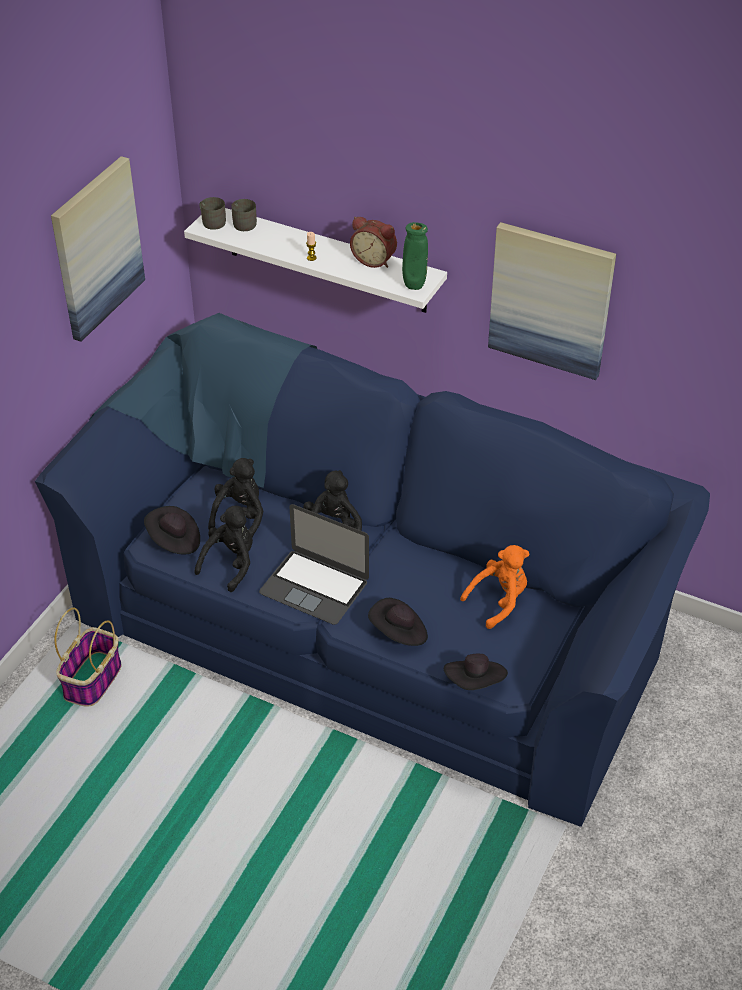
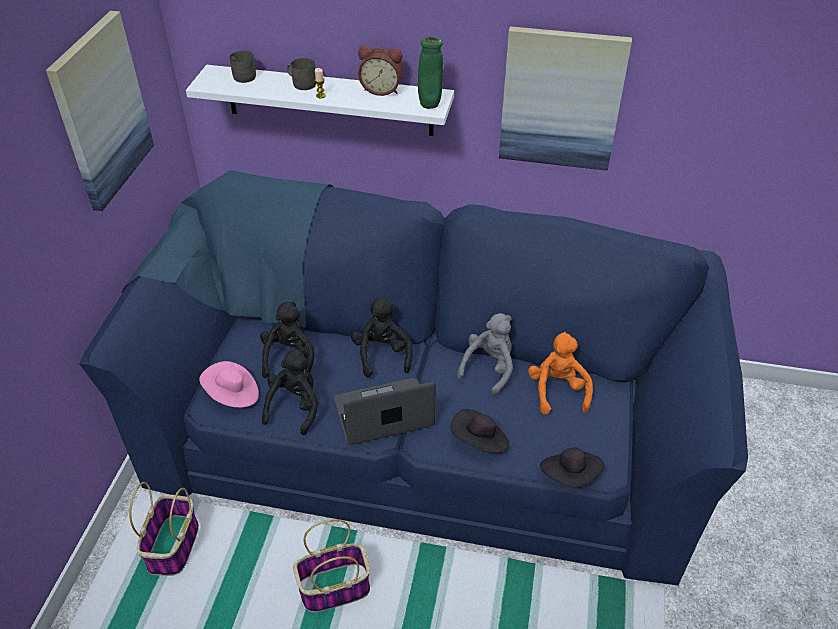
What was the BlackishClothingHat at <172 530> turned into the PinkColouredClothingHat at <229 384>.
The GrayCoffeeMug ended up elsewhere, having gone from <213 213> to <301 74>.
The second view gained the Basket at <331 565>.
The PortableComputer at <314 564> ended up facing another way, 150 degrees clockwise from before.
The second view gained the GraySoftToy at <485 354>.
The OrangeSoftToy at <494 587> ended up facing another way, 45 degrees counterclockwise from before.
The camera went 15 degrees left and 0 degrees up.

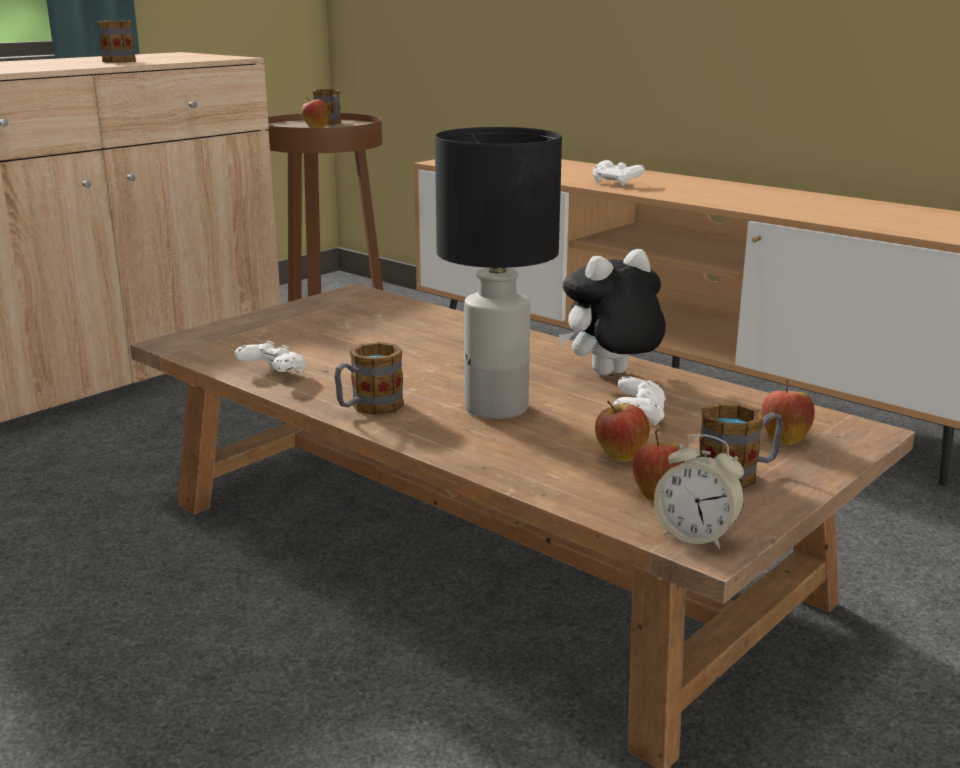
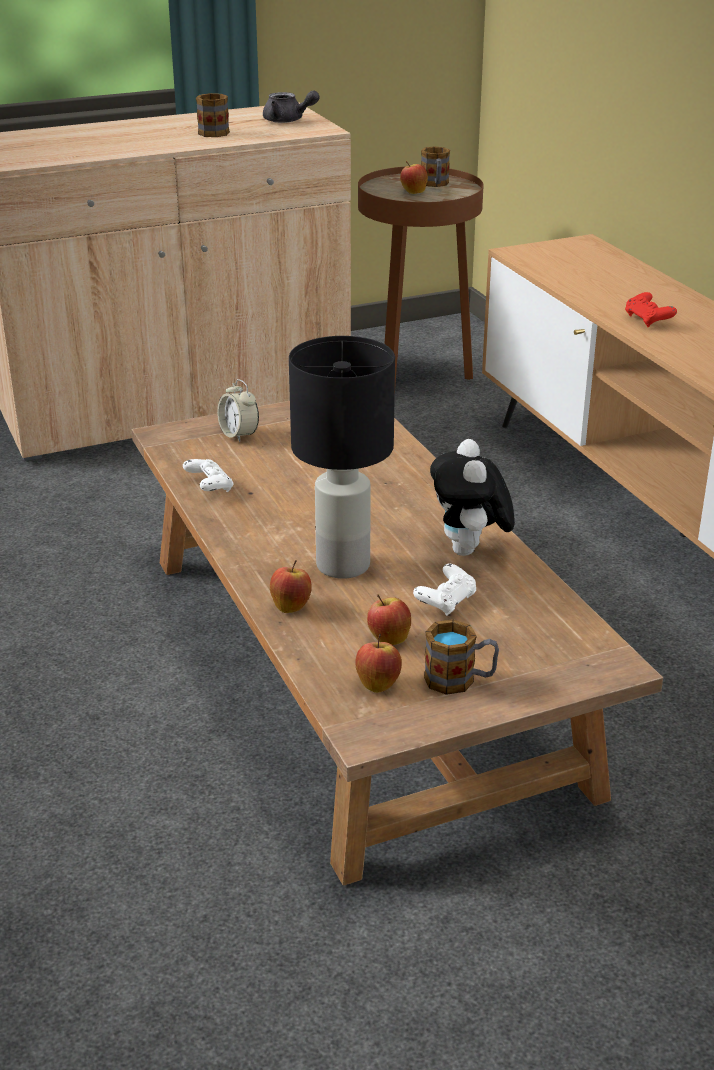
The TableClock ended up elsewhere, having gone from <699 491> to <238 410>.
The second view gained the GrayPotForTea at <291 107>.
The Apple ended up elsewhere, having gone from <788 412> to <291 586>.
The SoftToy at <612 312> ended up facing another way, 90 degrees counterclockwise from before.
What was the WhiteJoypad at <619 173> turned into the RedJoypad at <651 309>.
The second view lost the CoffeeMug at <369 378>.
The camera went 25 degrees right and 10 degrees up.

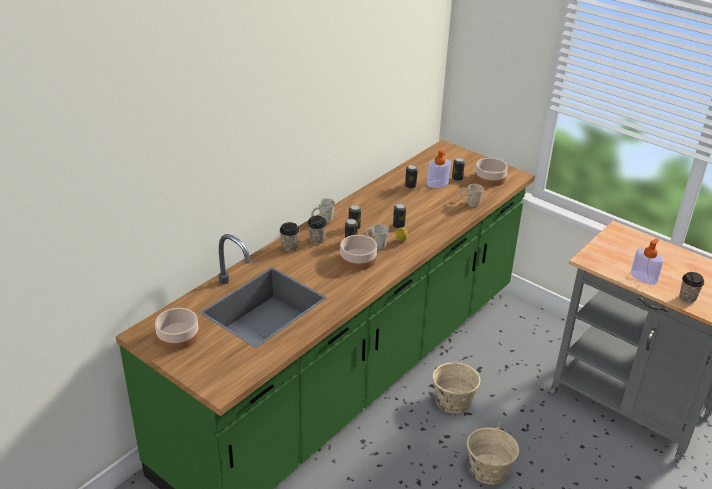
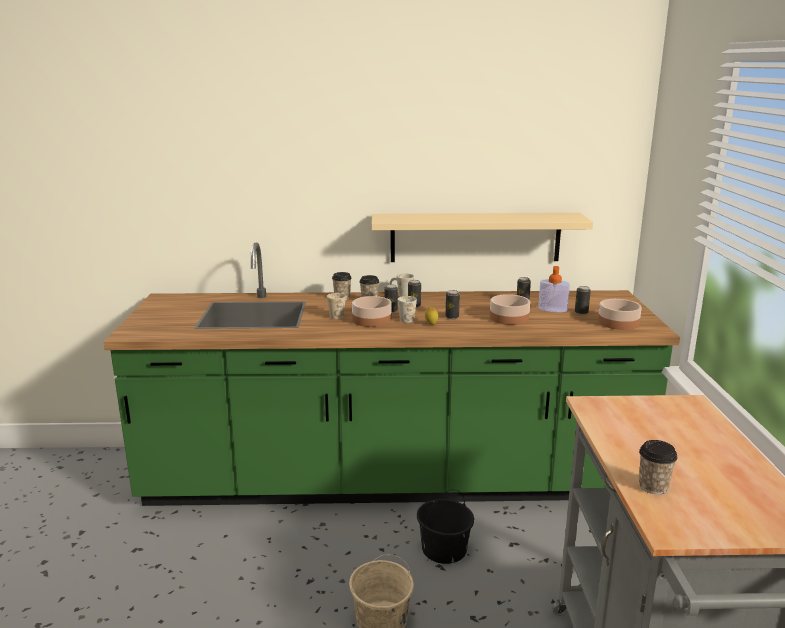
The BeigeCoffeeMug ended up elsewhere, having gone from <471 195> to <336 306>.
The second view gained the BeigeWallShelf at <482 237>.
What was the BeigeWaterBucket at <456 384> turned into the BlackishWaterBucket at <445 526>.
The Bowl ended up elsewhere, having gone from <177 329> to <510 309>.
The second view lost the SoapDispenser at <647 261>.
The camera went 50 degrees right and 15 degrees down.

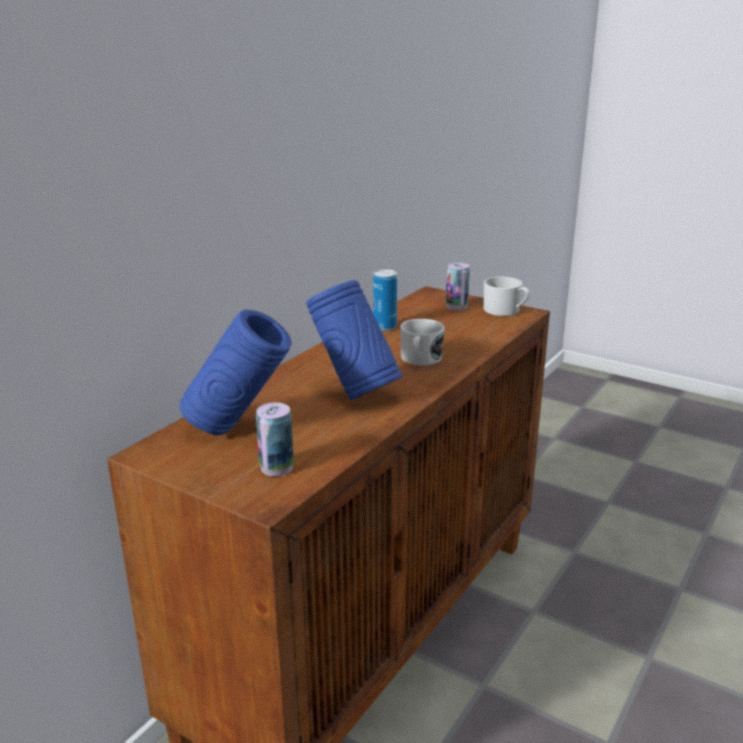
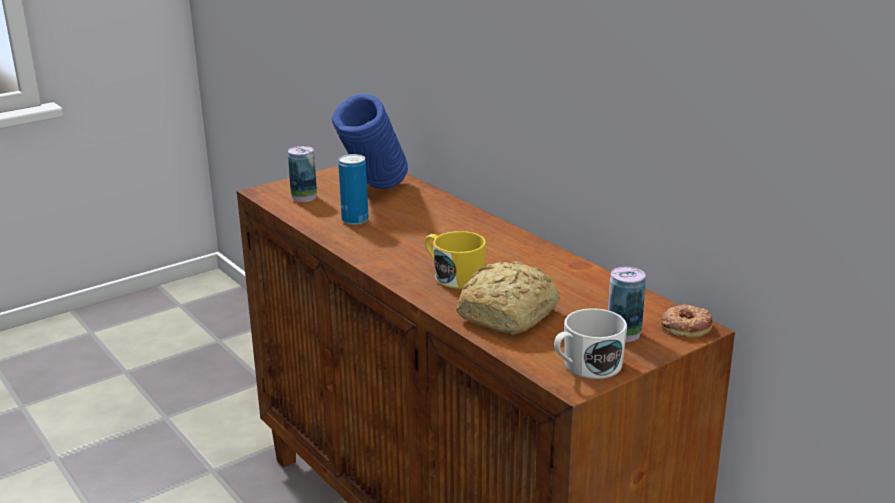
The SealedCan ended up elsewhere, having gone from <385 300> to <353 189>.
What was the WhiteCoffeeMug at <422 342> turned into the YellowColouredCoffeeMug at <455 260>.
The second view gained the BakeryBread at <508 298>.
The second view gained the Donut at <687 321>.
The second view lost the BluishFlowerVase at <354 340>.
The camera went 110 degrees right and 0 degrees up.

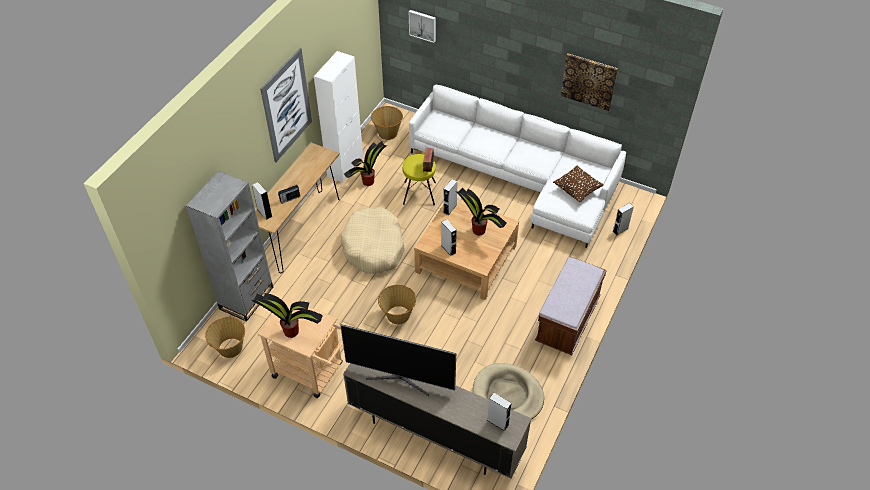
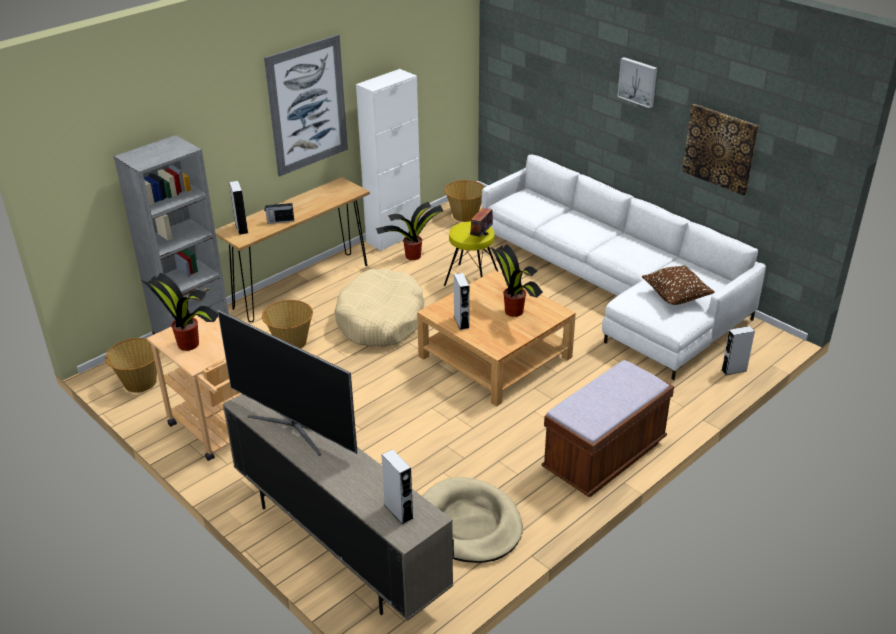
The Basket ended up elsewhere, having gone from <397 305> to <287 324>.
The Picture ended up elsewhere, having gone from <422 26> to <637 82>.
The second view lost the GrayAudioSpeaker at <450 197>.
The camera went 20 degrees right and 15 degrees down.

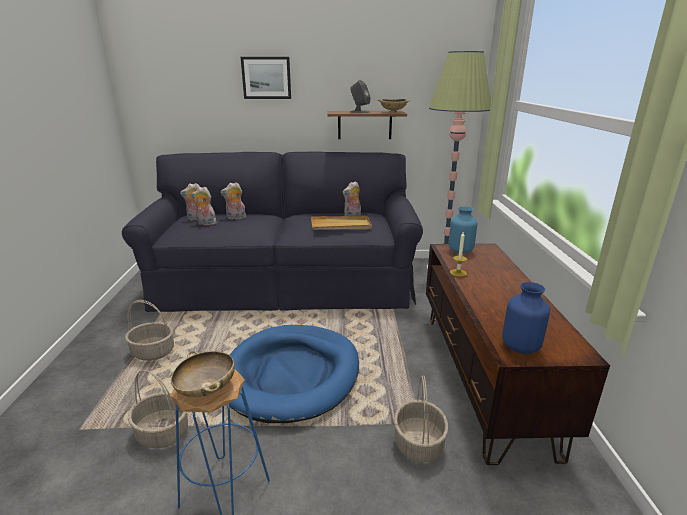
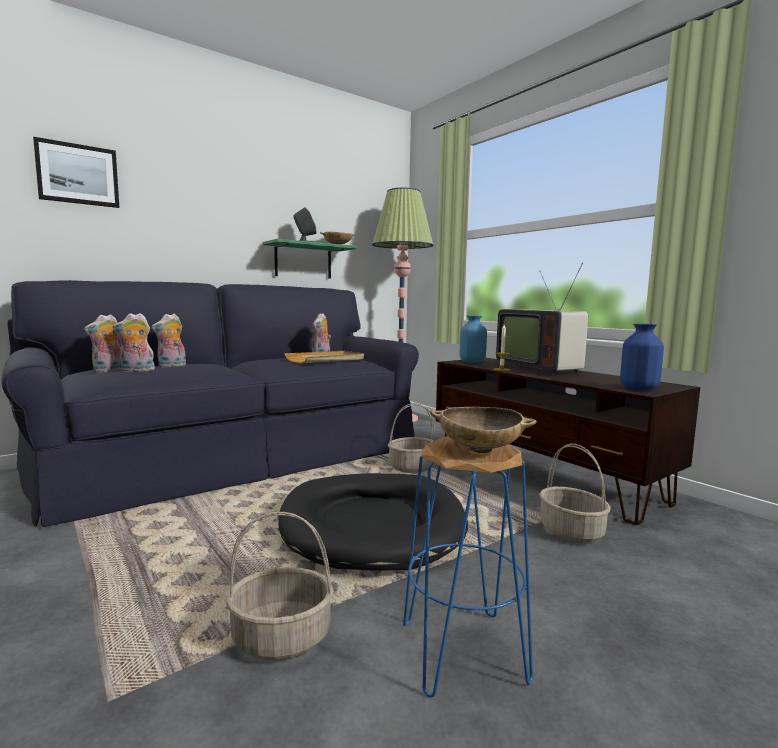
The Picture ended up elsewhere, having gone from <266 78> to <76 172>.
What was the BrownishWallShelf at <367 125> turned into the GreenishWallShelf at <310 259>.
What was the BluishPetBed at <294 374> turned into the BlackishPetBed at <373 522>.
The Basket ended up elsewhere, having gone from <149 330> to <411 438>.
The second view gained the TvSet at <542 319>.
The camera went 35 degrees left and 15 degrees down.

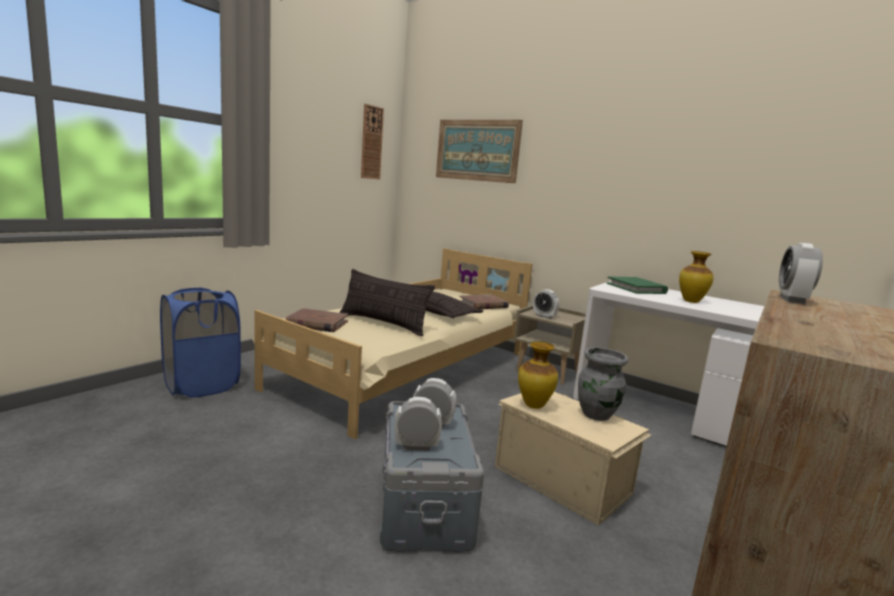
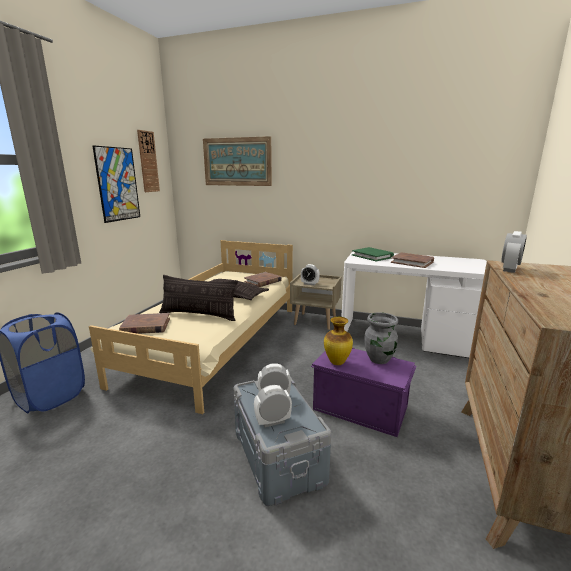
The second view gained the Picture at <116 184>.
What was the BeigeStorageBin at <573 459> turned into the PurplishStorageBin at <364 392>.
Where the FlowerVase stood at <696 277>, the BrownishBook came to stand at <412 260>.
The TableClock at <801 273> ended up facing another way, 150 degrees counterclockwise from before.
The camera went 15 degrees left and 5 degrees up.

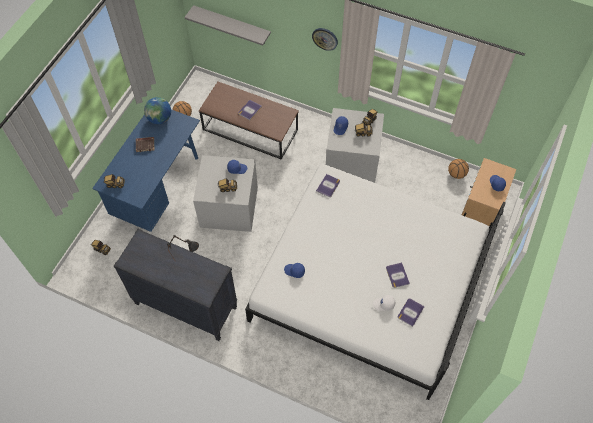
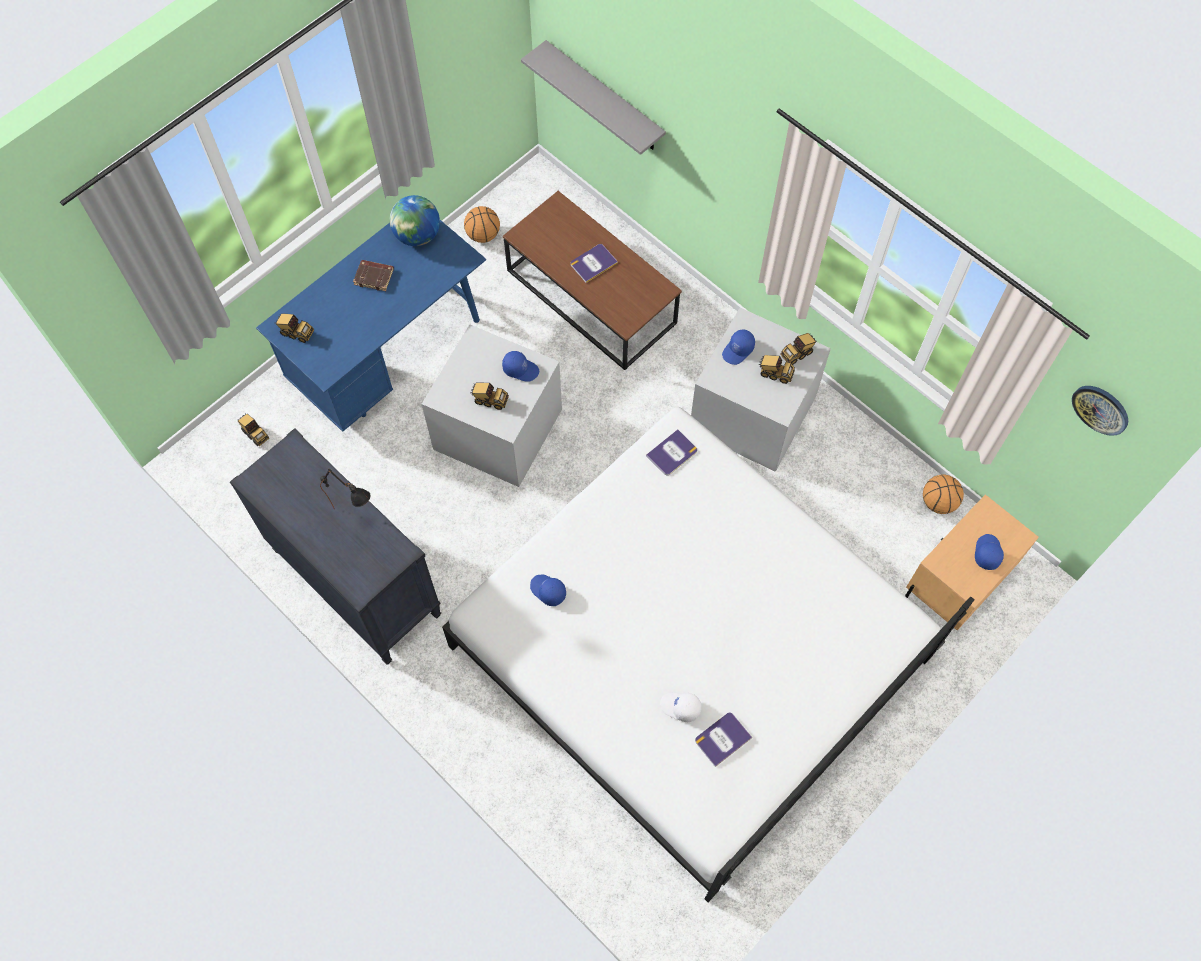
The HangingClock ended up elsewhere, having gone from <325 39> to <1100 411>.
The second view lost the Book at <398 275>.
The camera went 20 degrees right and 5 degrees up.

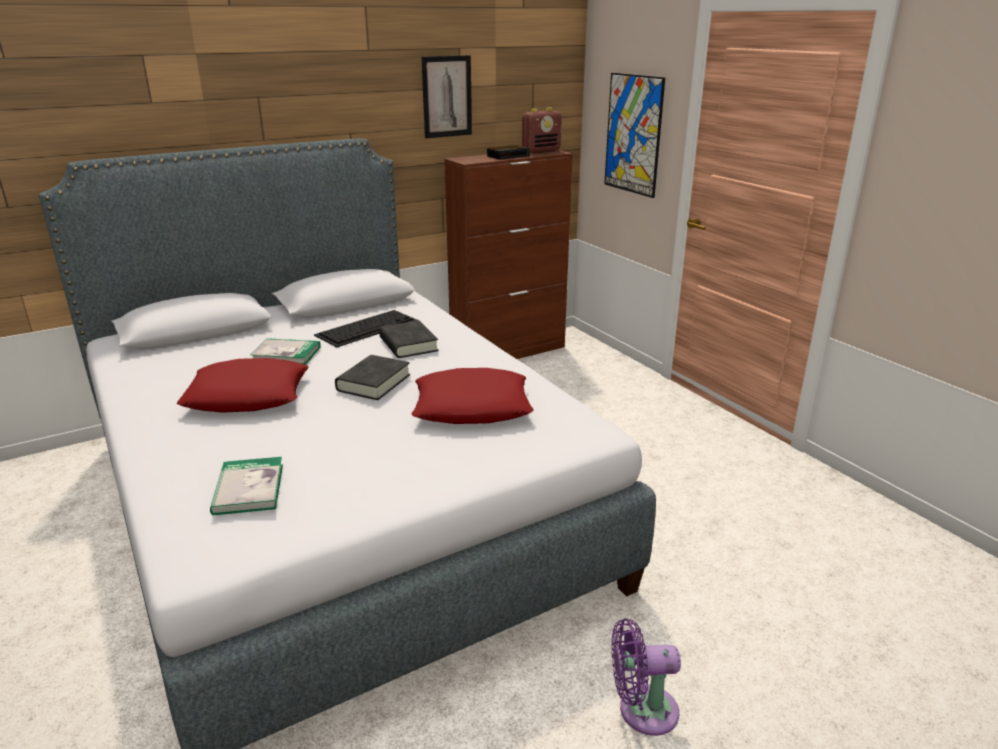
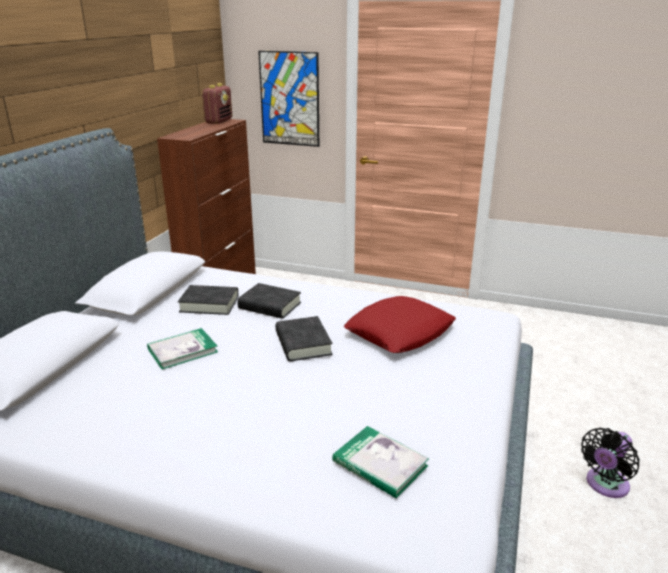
Where the ComputerKeyboard stood at <366 328>, the BlackishBook came to stand at <208 300>.
What was the PurplishFan at <646 677> turned into the BlackishFan at <610 463>.
The second view lost the RedCushion at <243 385>.
The second view lost the Picture at <446 96>.
The second view lost the TableClock at <508 152>.
The camera went 40 degrees left and 0 degrees up.

